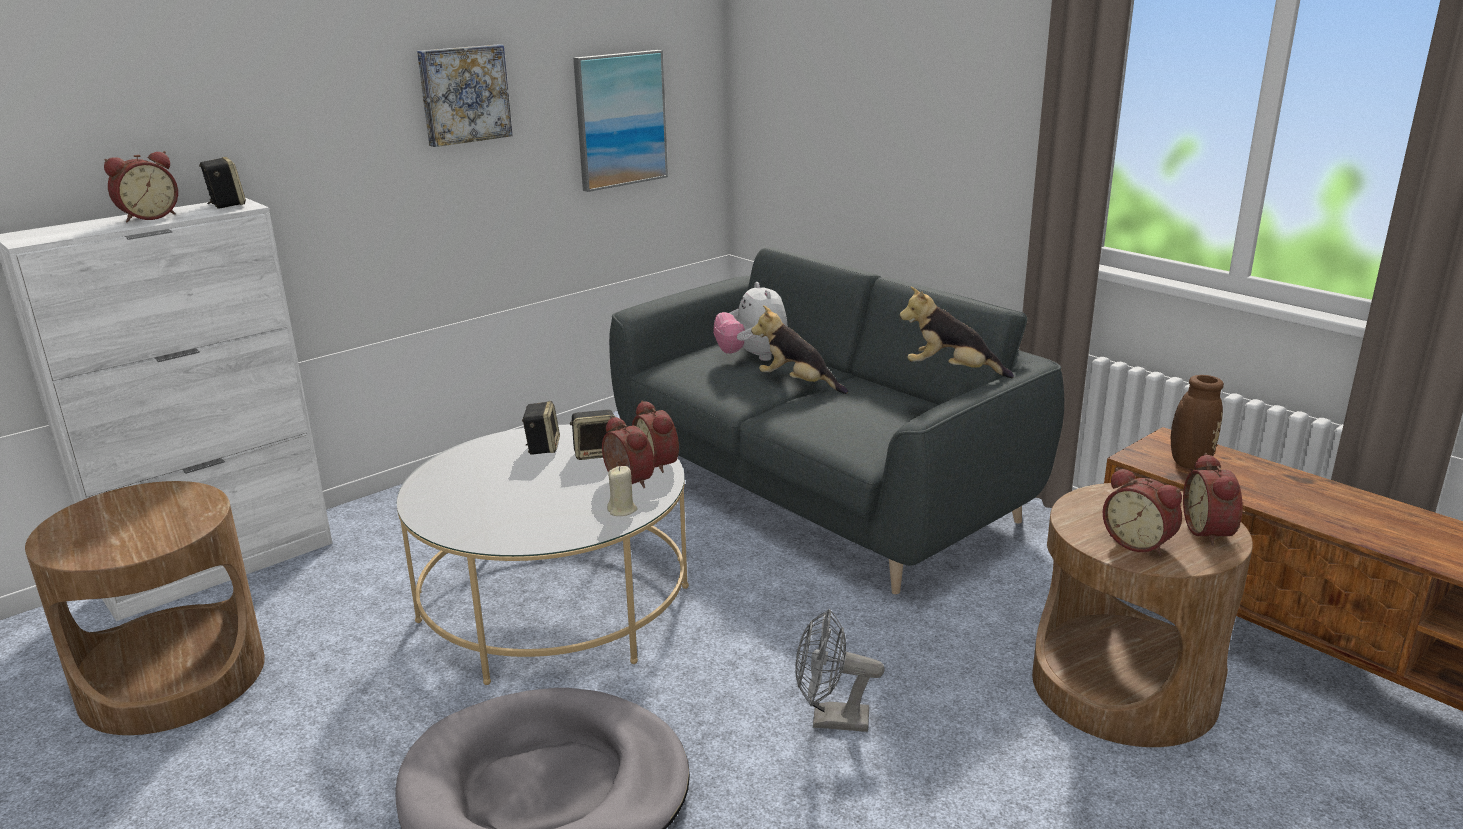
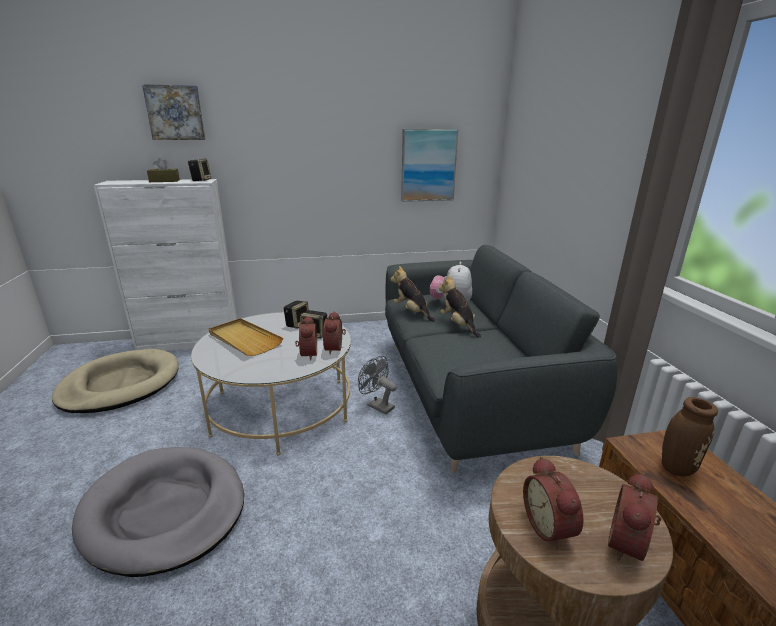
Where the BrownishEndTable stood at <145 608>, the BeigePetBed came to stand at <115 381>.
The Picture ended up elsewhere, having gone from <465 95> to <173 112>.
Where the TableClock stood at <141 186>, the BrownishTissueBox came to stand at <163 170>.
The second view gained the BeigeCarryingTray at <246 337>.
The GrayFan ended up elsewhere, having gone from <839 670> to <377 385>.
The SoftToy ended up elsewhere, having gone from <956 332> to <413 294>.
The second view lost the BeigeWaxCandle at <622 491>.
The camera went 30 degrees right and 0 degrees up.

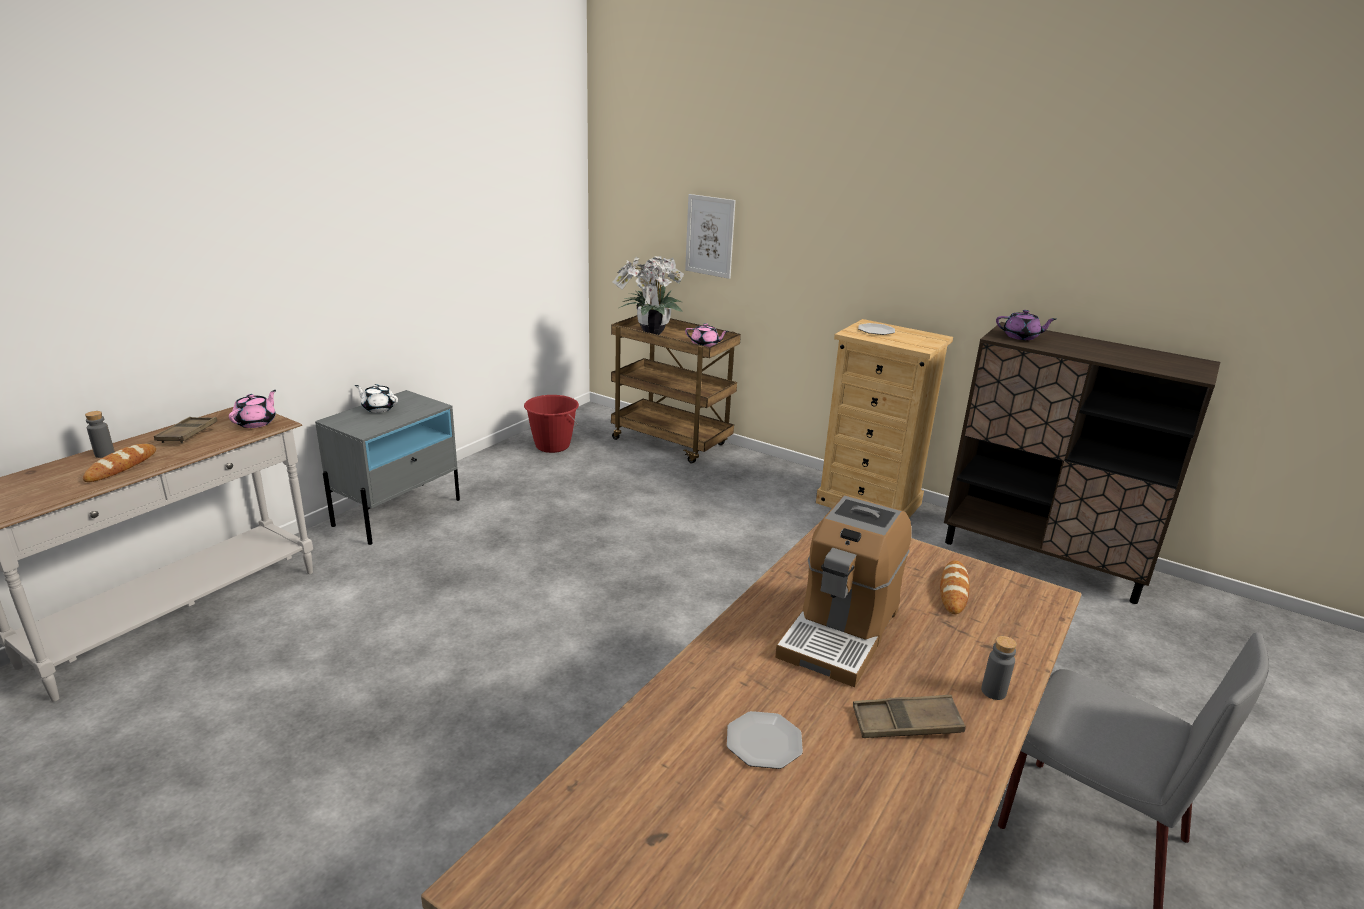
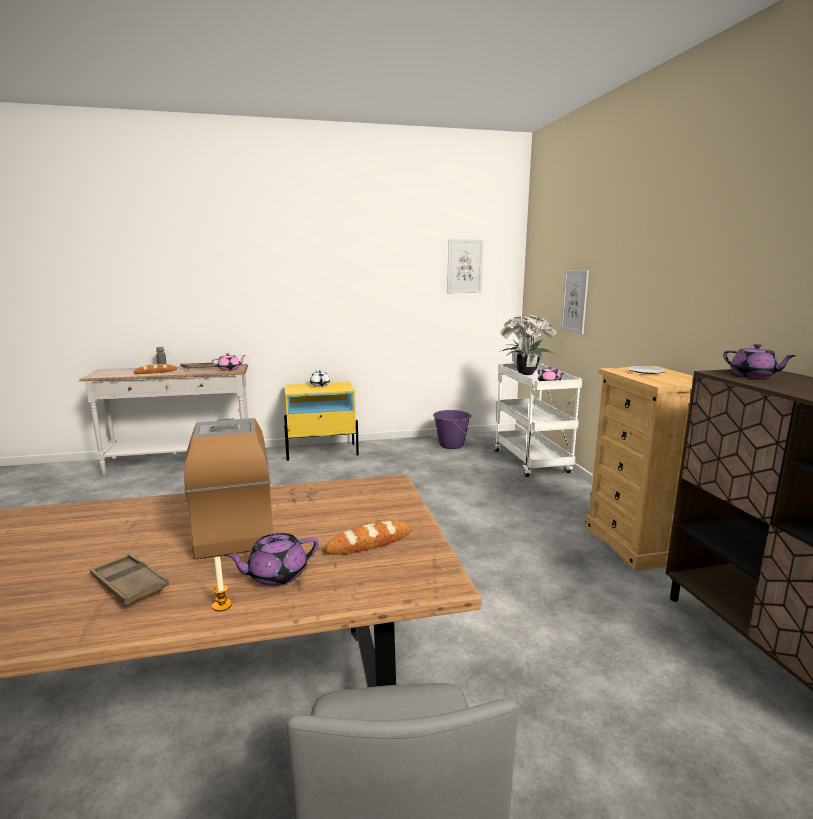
The CoffeeBrewer at <843 591> ended up facing another way, 90 degrees clockwise from before.
Where the GrayDrinkBottle stood at <999 668>, the WaxCandle came to stand at <222 584>.
The second view gained the PurplishPotForTea at <271 559>.
What was the GrayNightTable at <387 467> turned into the YellowColouredNightTable at <321 421>.
What was the RedWaterBucket at <551 424> turned into the PurplishWaterBucket at <452 429>.
The second view gained the Picture at <465 266>.
What was the BrownishCart at <676 389> turned into the WhiteCart at <538 420>.
The second view lost the DinnerPlate at <765 740>.
The camera went 45 degrees right and 10 degrees down.

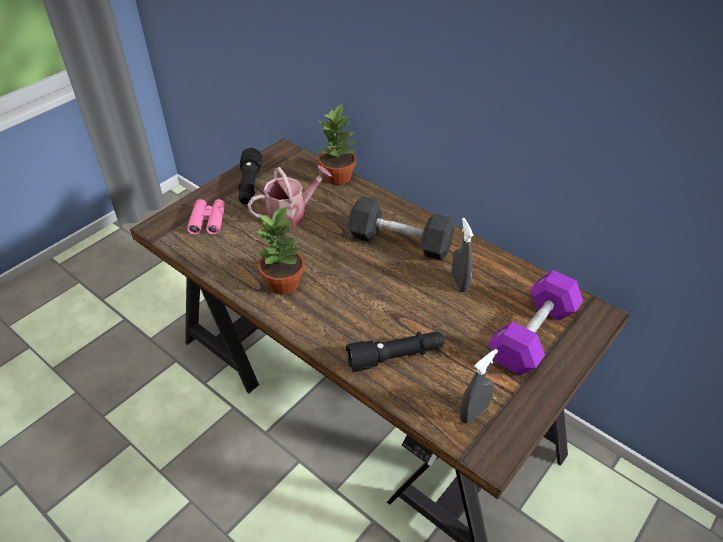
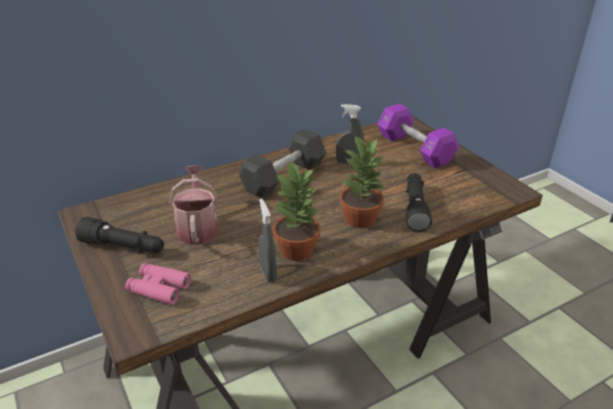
The GraySprayBottle ended up elsewhere, having gone from <479 386> to <267 240>.
The PottedPlant ended up elsewhere, having gone from <337 144> to <362 181>.
The camera went 70 degrees left and 10 degrees down.

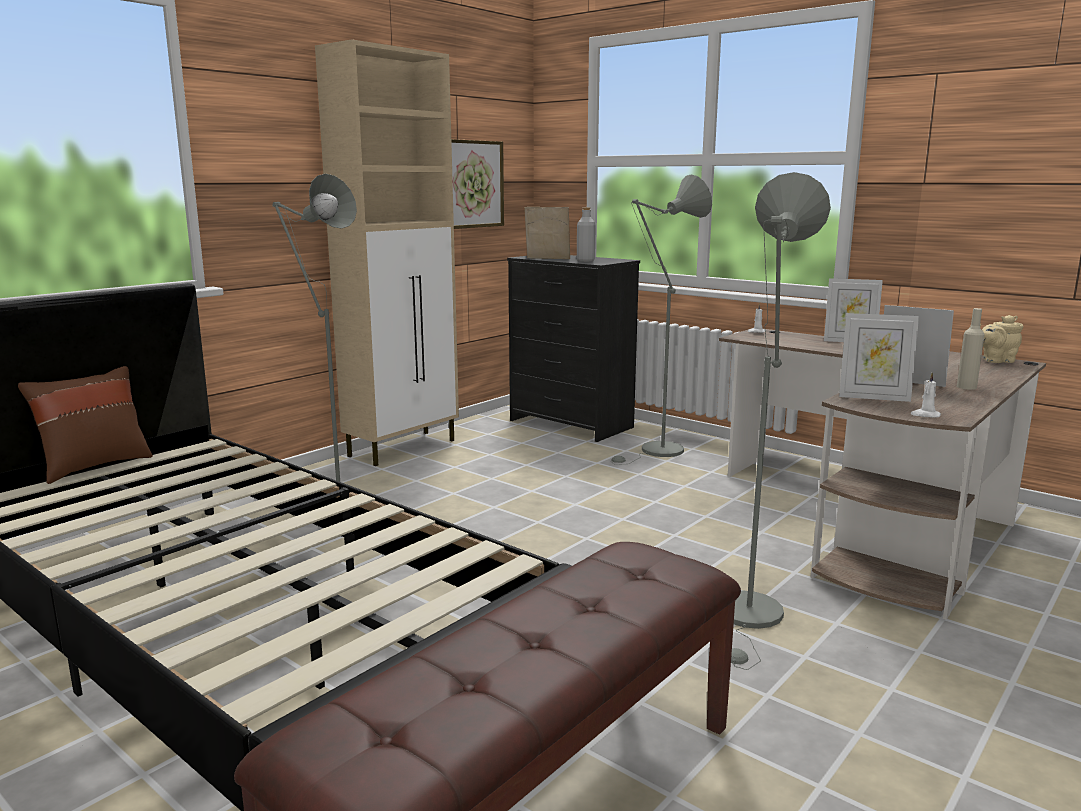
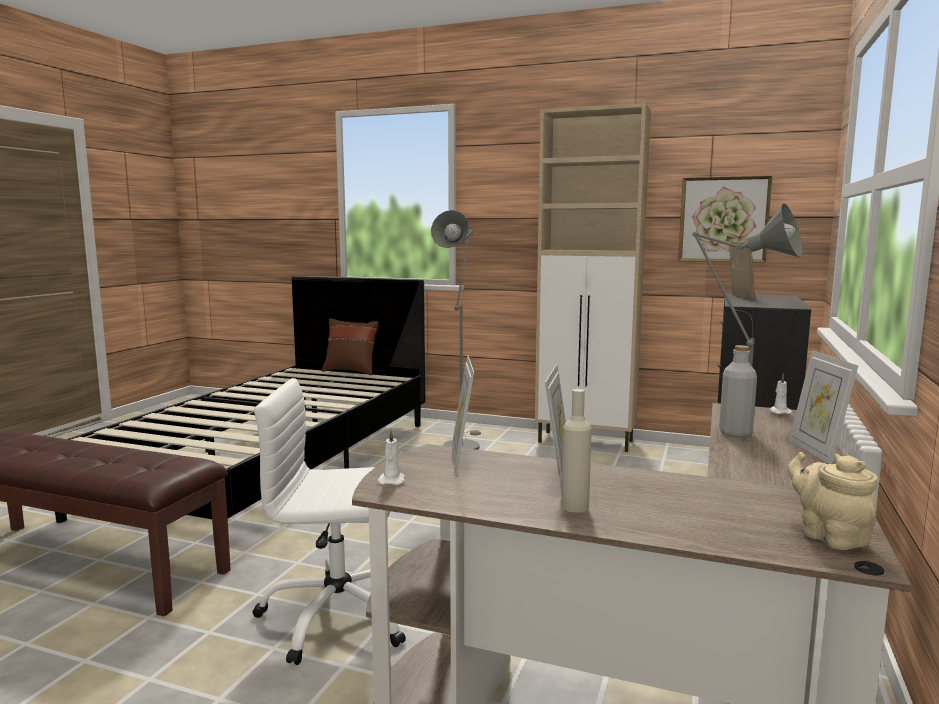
Where the GrayStandardLamp stood at <781 421>, the WhiteDeskChair came to stand at <329 521>.
The GrayDrinkBottle ended up elsewhere, having gone from <586 234> to <738 391>.
The camera went 70 degrees right and 5 degrees down.

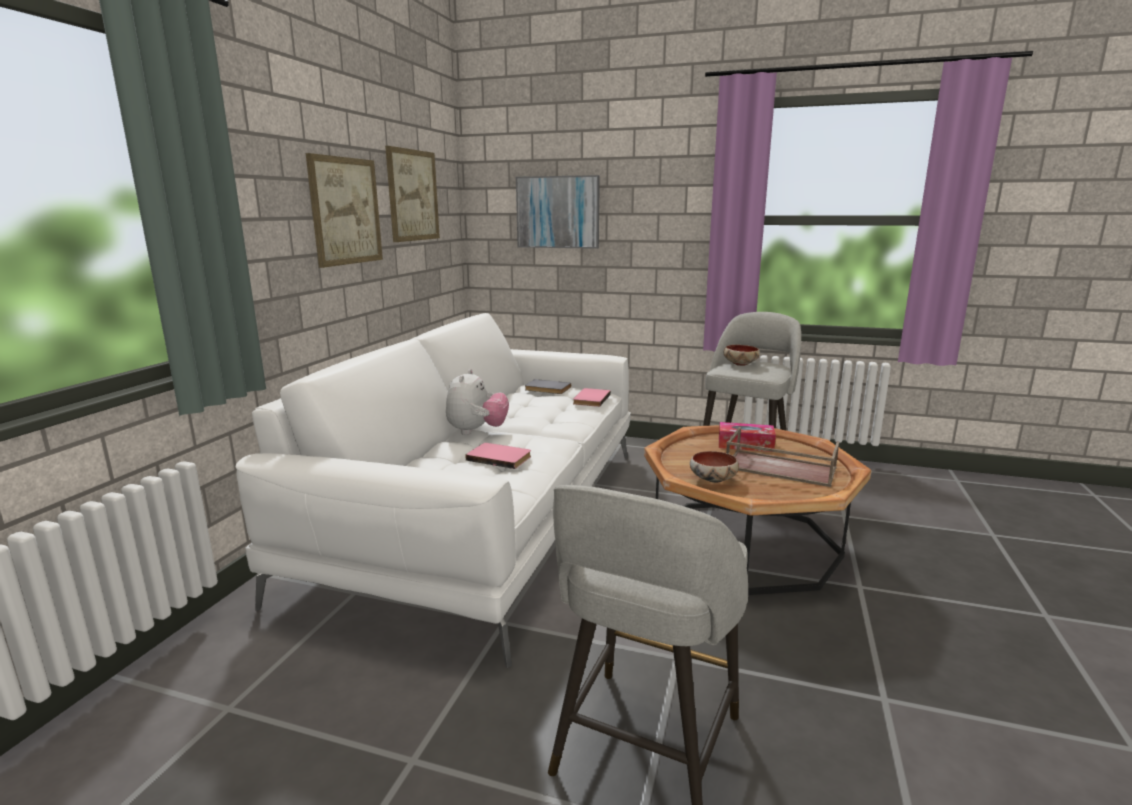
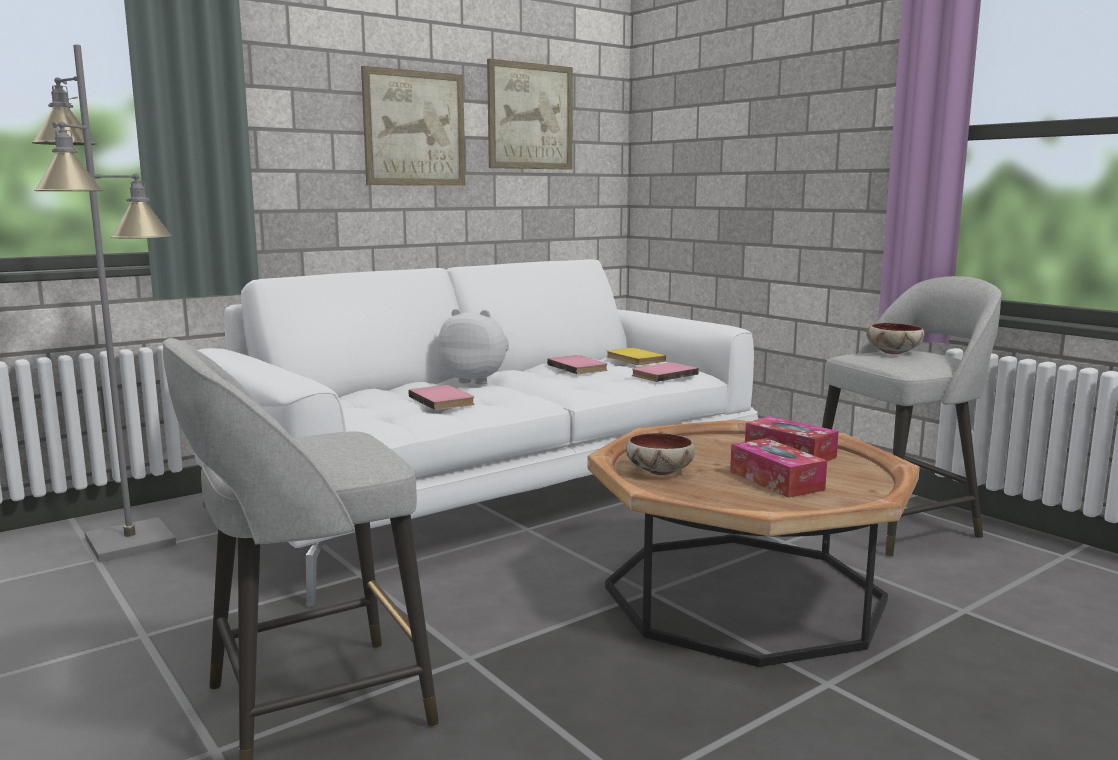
The second view gained the GrayStandardLamp at <104 303>.
The SoftToy at <477 402> ended up facing another way, 120 degrees counterclockwise from before.
The second view gained the PinkColouredBook at <577 364>.
What was the GrayBook at <548 386> turned into the YellowColouredBook at <636 356>.
Where the BrownishCarryingTray stood at <782 457>, the TissueBox came to stand at <778 468>.
The second view lost the Picture at <558 212>.
The camera went 35 degrees right and 5 degrees down.

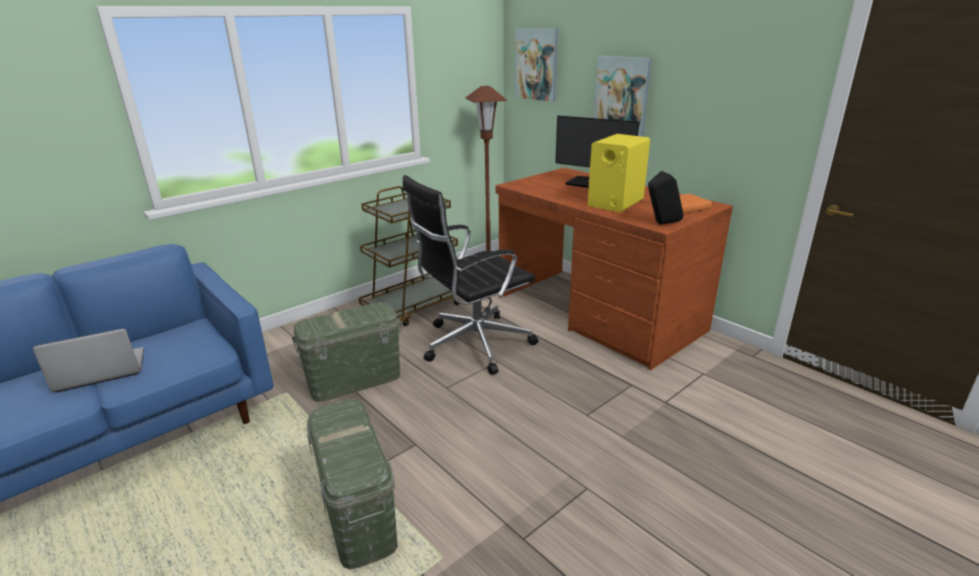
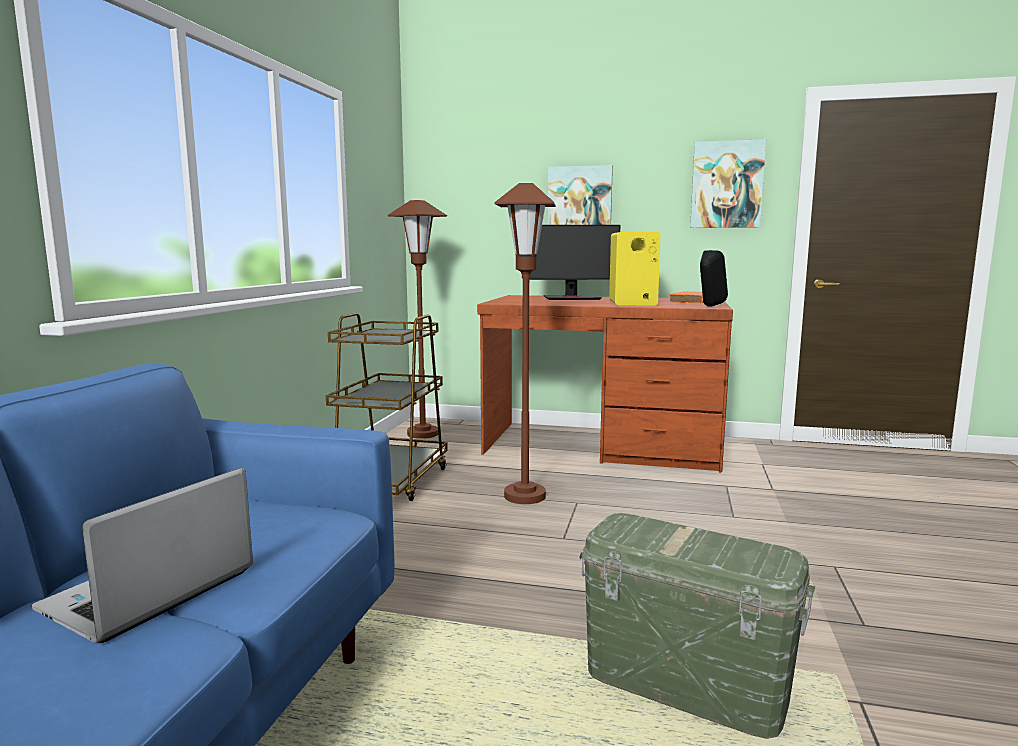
Where the BlackishDeskChair stood at <470 275>, the BrownishStandardLamp came to stand at <525 343>.
The Picture ended up elsewhere, having gone from <536 65> to <728 183>.
The second view lost the GreenishStorageBin at <346 352>.
The camera went 35 degrees left and 15 degrees down.

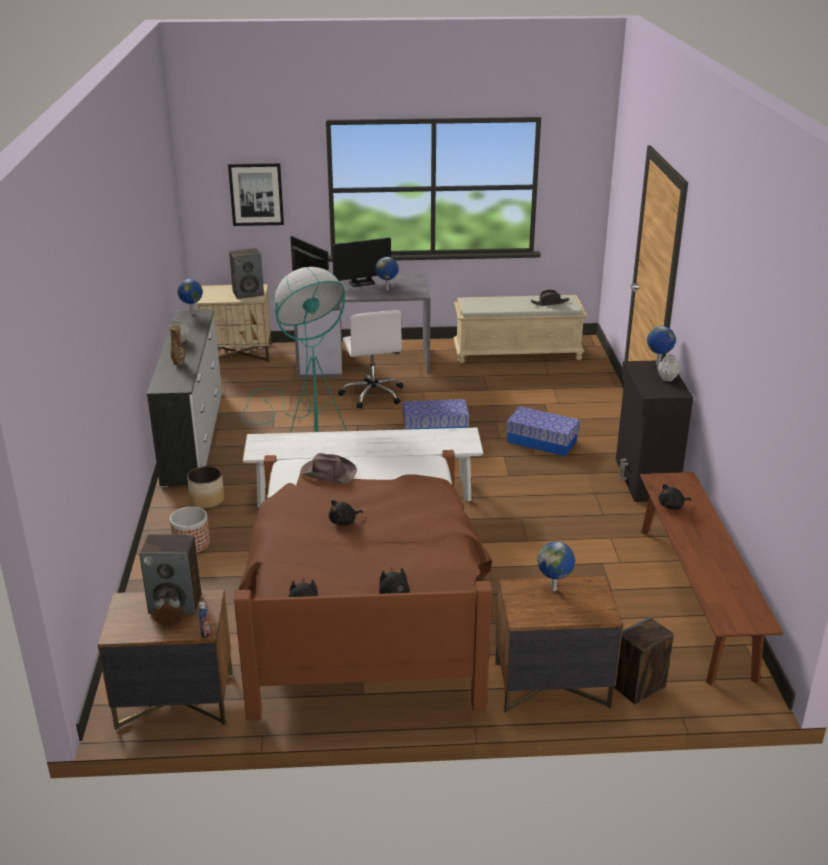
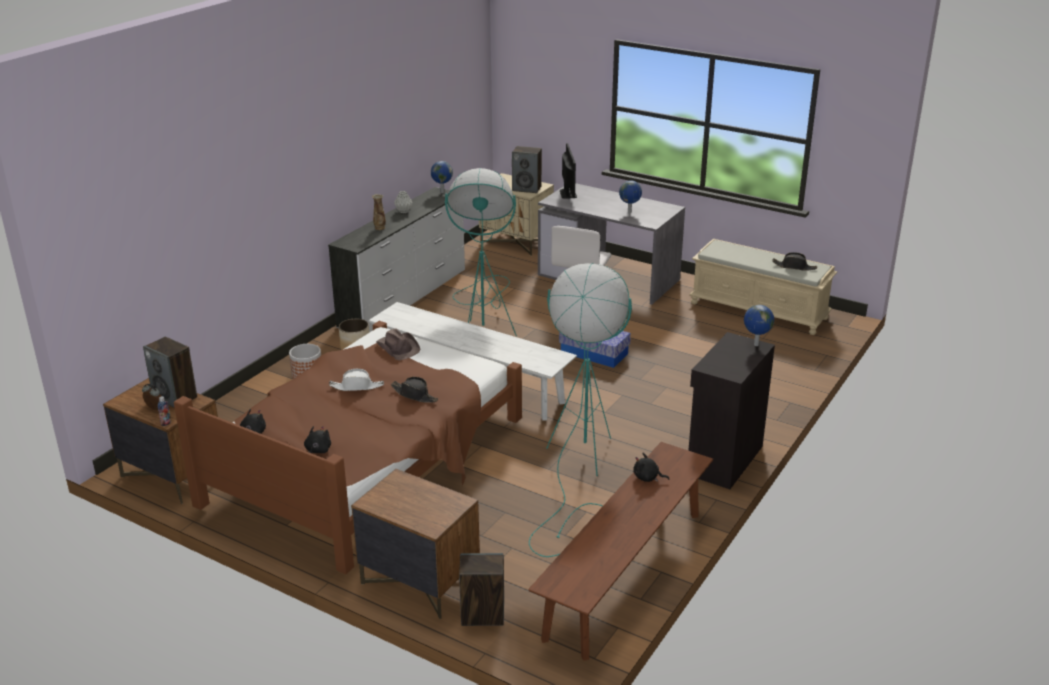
Where the BlackishSoftToy stood at <346 512>, the WhiteClothingHat came to stand at <356 379>.
The second view gained the BlackishClothingHat at <414 390>.
The second view gained the TurquoiseColouredStandardLamp at <580 410>.
The second view lost the Picture at <256 194>.
The second view lost the ComputerDisplay at <361 262>.
The second view lost the StorageBin at <543 431>.
The second view lost the DeskGlobe at <556 566>.
The second view lost the GrayFlowerVase at <668 367>.
The camera went 35 degrees right and 0 degrees up.

